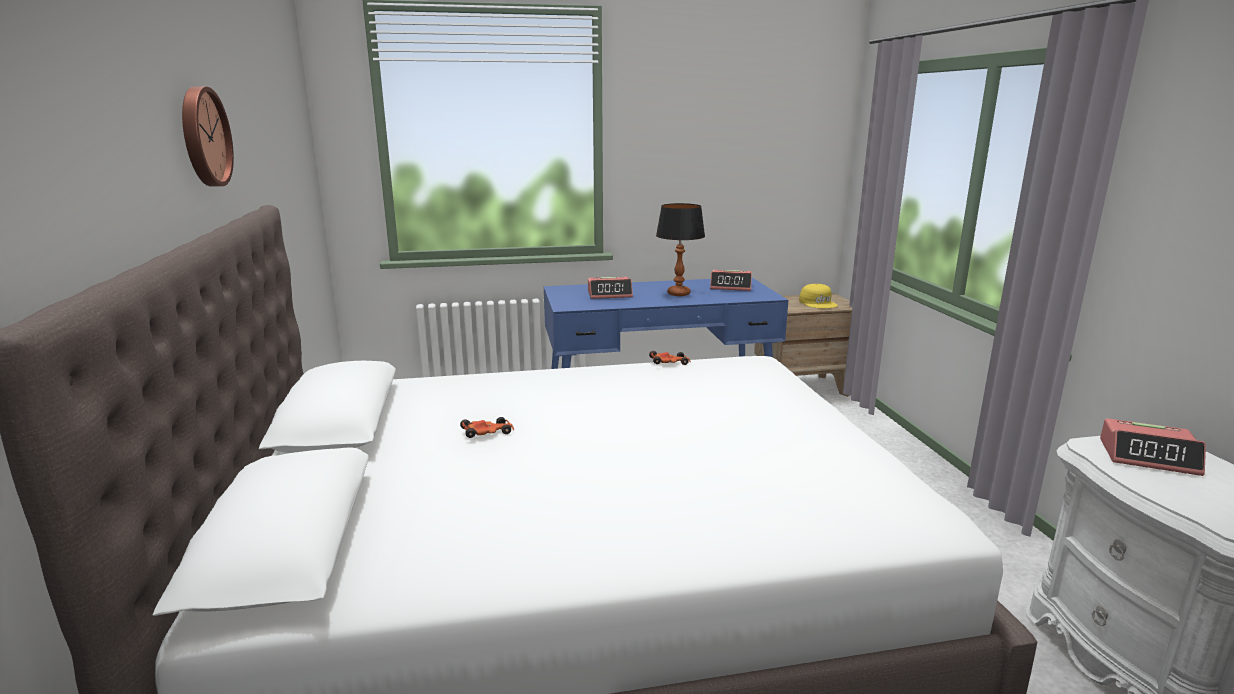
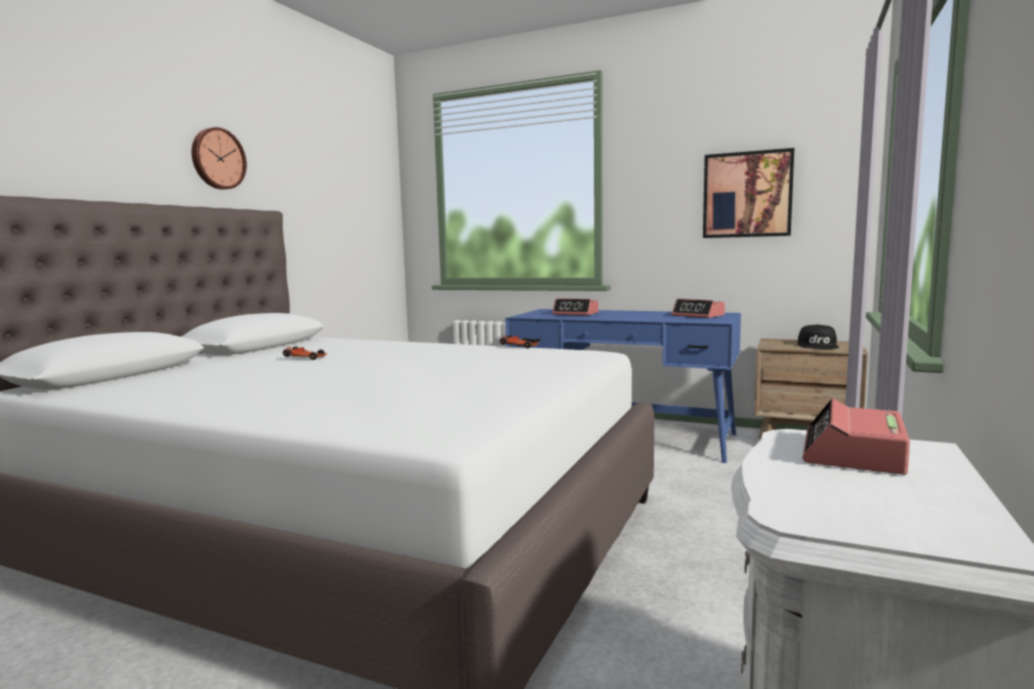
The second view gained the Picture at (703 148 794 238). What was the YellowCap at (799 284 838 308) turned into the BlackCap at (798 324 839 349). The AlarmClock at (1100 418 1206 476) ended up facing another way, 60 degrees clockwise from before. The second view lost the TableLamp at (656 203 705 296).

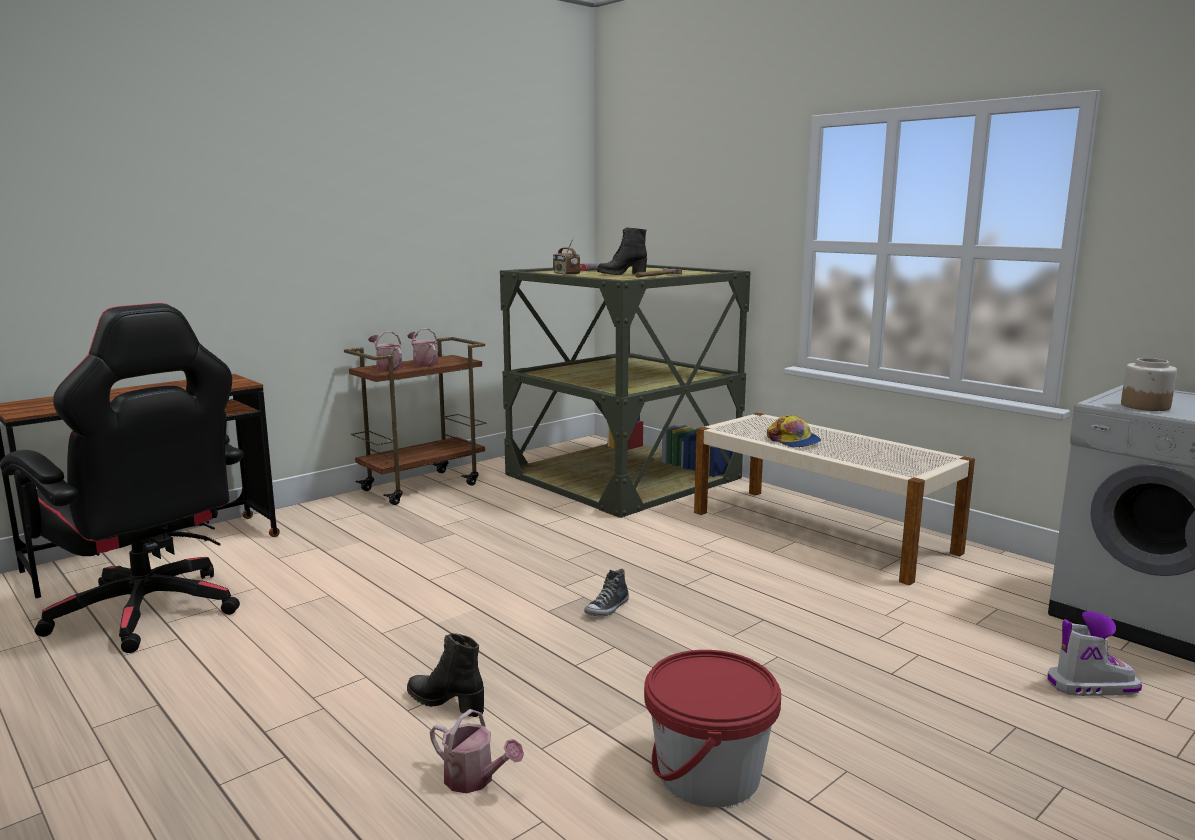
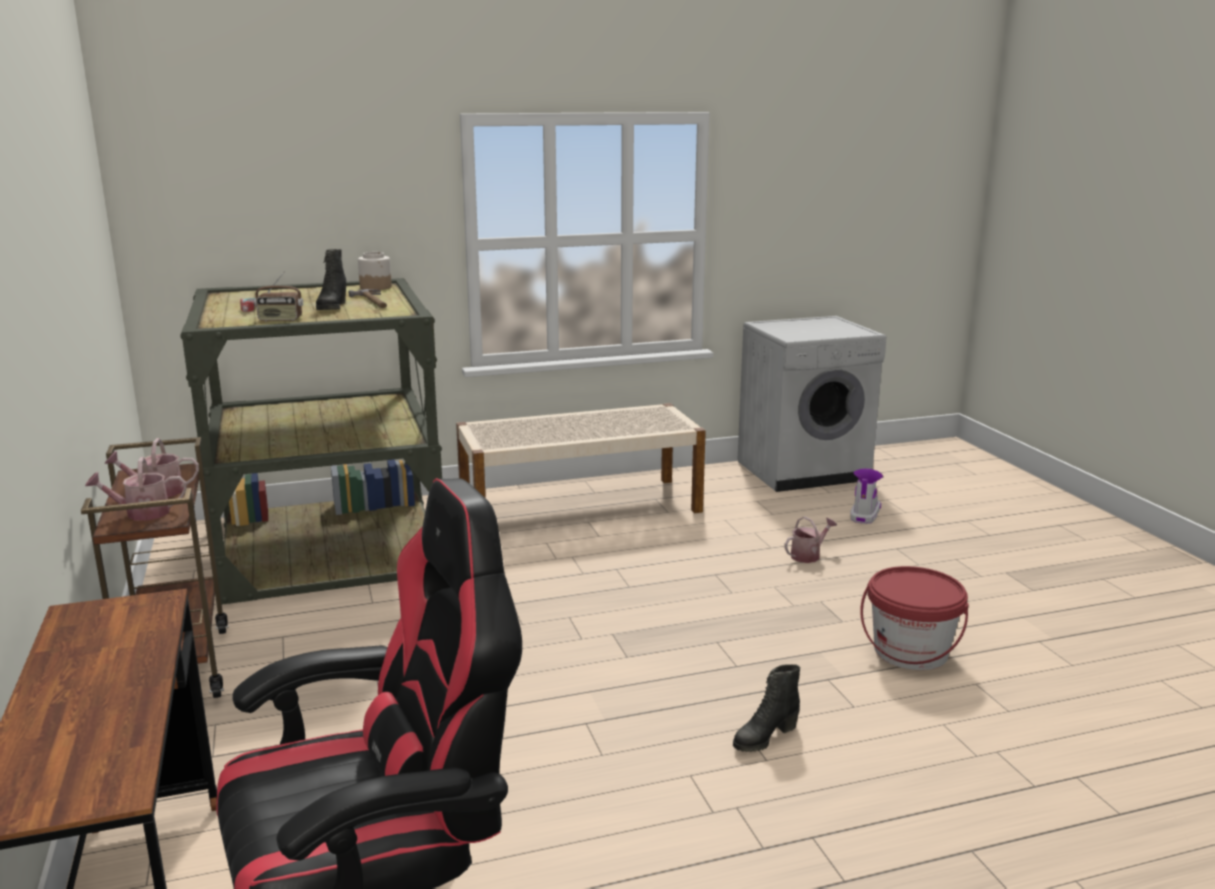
The Jar ended up elsewhere, having gone from (1121 358 1177 411) to (358 252 392 290). The WateringCan ended up elsewhere, having gone from (430 709 524 793) to (785 516 837 563). The second view lost the Shoe at (584 569 629 616). The second view lost the Cap at (767 415 821 447).

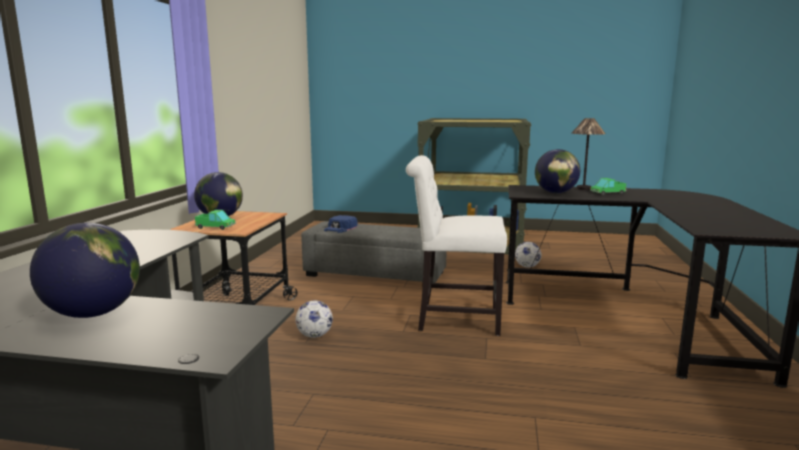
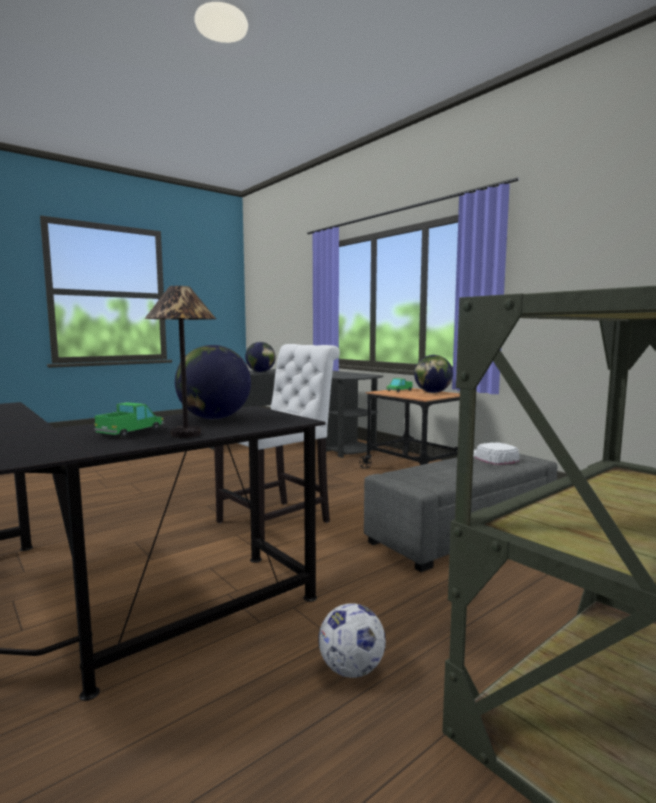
What was the BlueCap at (324 215 358 233) turned into the WhiteCap at (473 442 520 465). The second view lost the Football at (296 301 333 338).

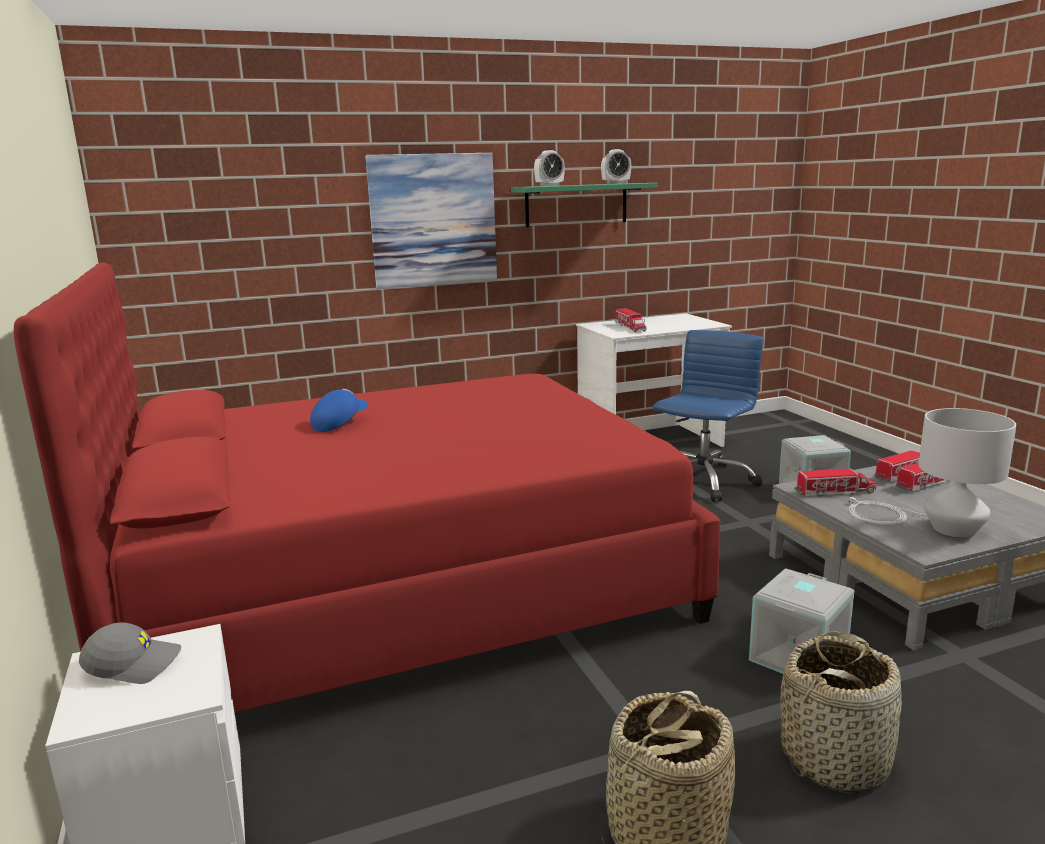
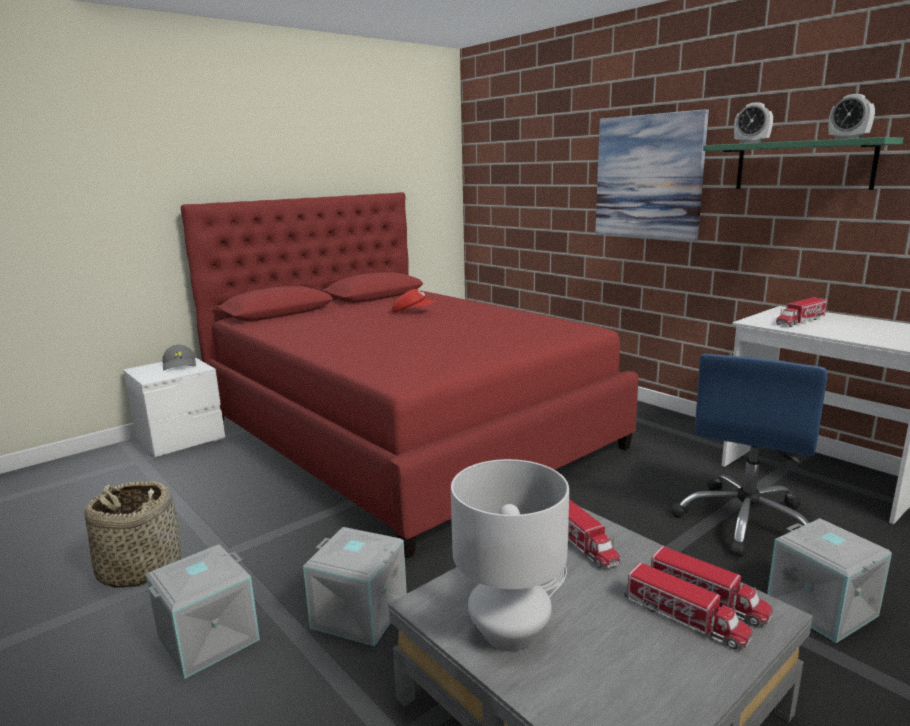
Where the Basket stood at (780 631 902 794), the GreyStorageBox came to stand at (146 544 260 679). What was the BlueCap at (310 389 368 432) turned into the RedCap at (392 289 434 313). The BlueOfficeChair at (653 330 764 501) ended up facing another way, 105 degrees clockwise from before.

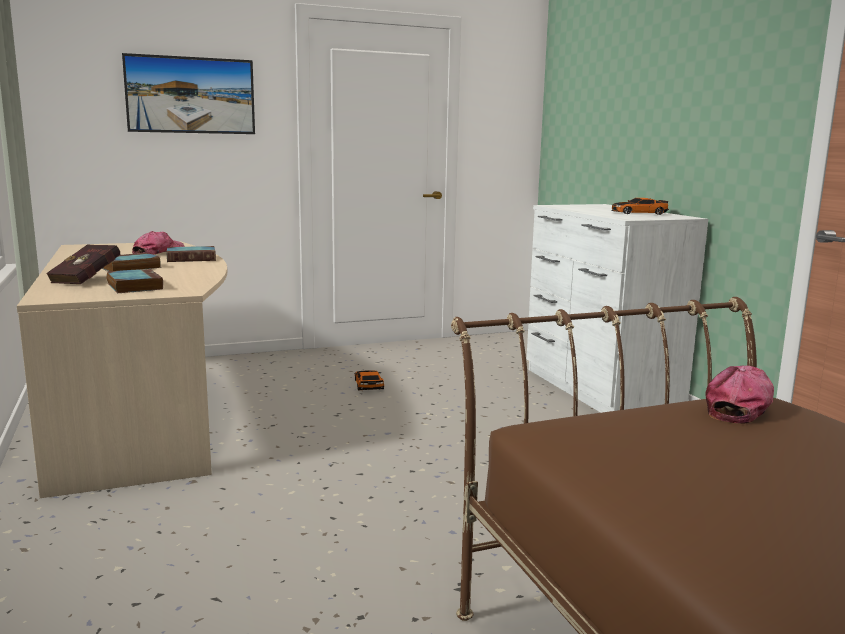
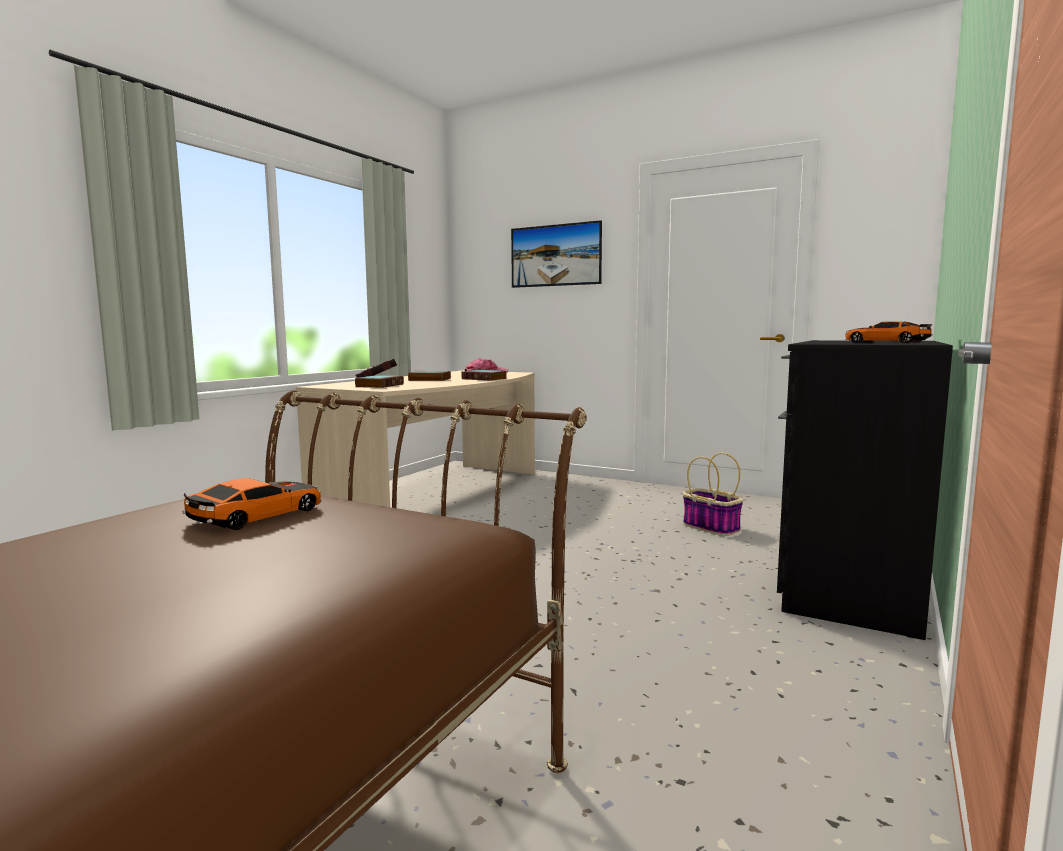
The ToyCar ended up elsewhere, having gone from (354 370 384 390) to (182 478 322 530). The second view gained the Basket at (683 453 743 536). What was the WhiteDresser at (527 204 708 413) turned into the BlackDresser at (777 340 953 640). The second view lost the Cap at (705 365 774 424).

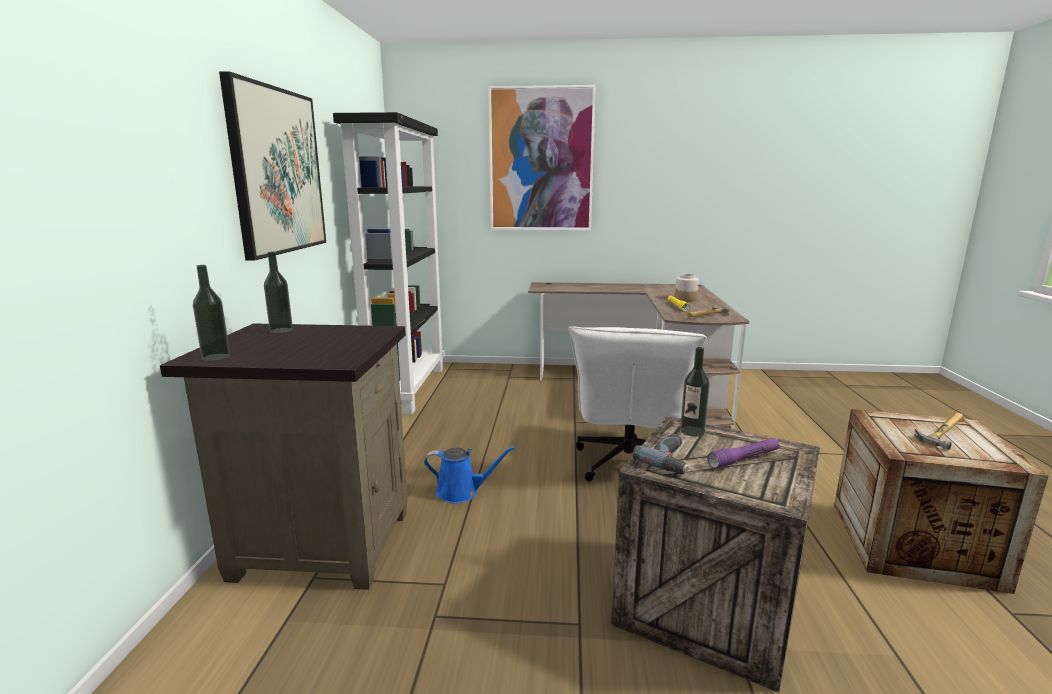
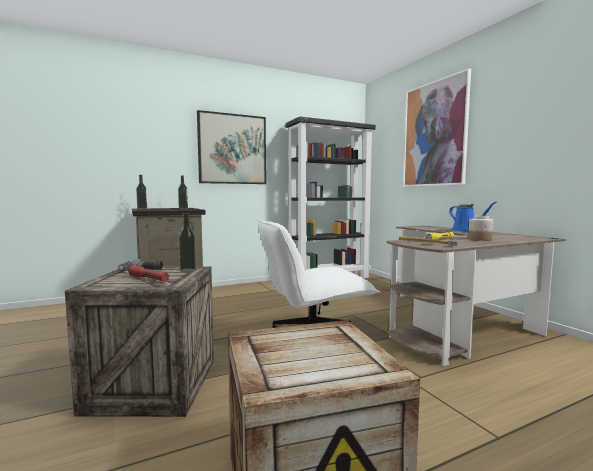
What was the PurpleFlashlight at (707 438 780 469) turned into the RedFlashlight at (128 265 169 281). The BlueWateringCan ended up elsewhere, having gone from (424 447 515 503) to (449 202 497 232). The second view lost the Hammer at (914 412 964 450).

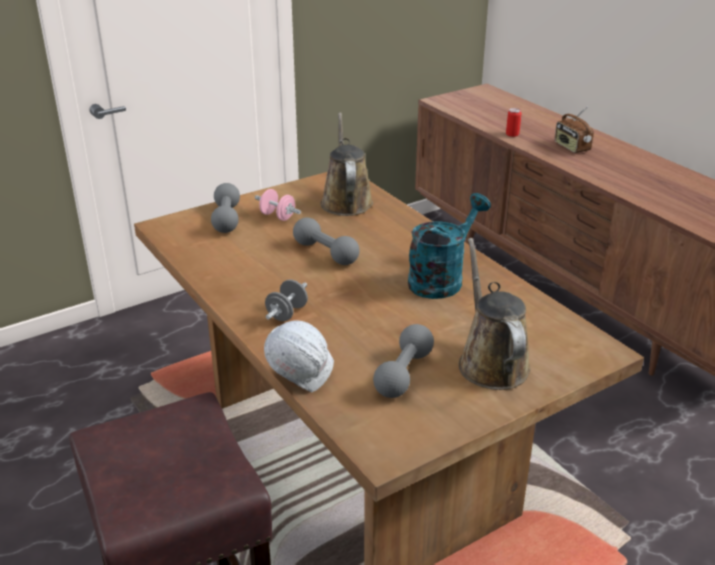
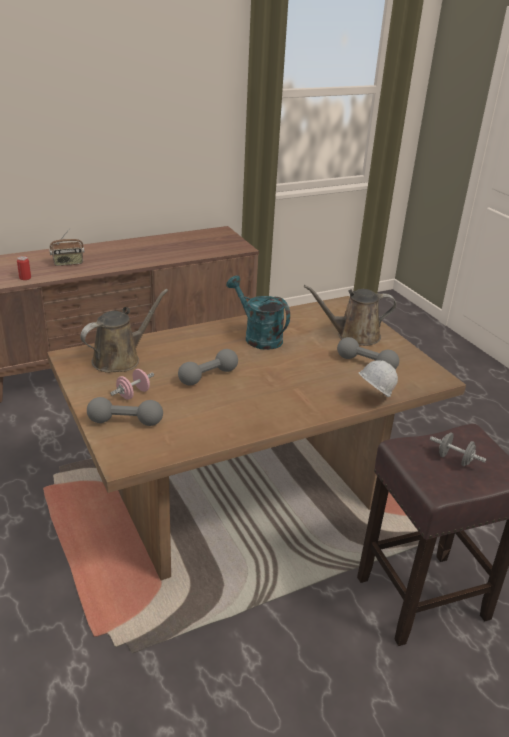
The BrownWateringCan at (320 112 373 216) ended up facing another way, 135 degrees clockwise from before. The GreyDumbbell ended up elsewhere, having gone from (265 280 308 321) to (430 433 486 467).

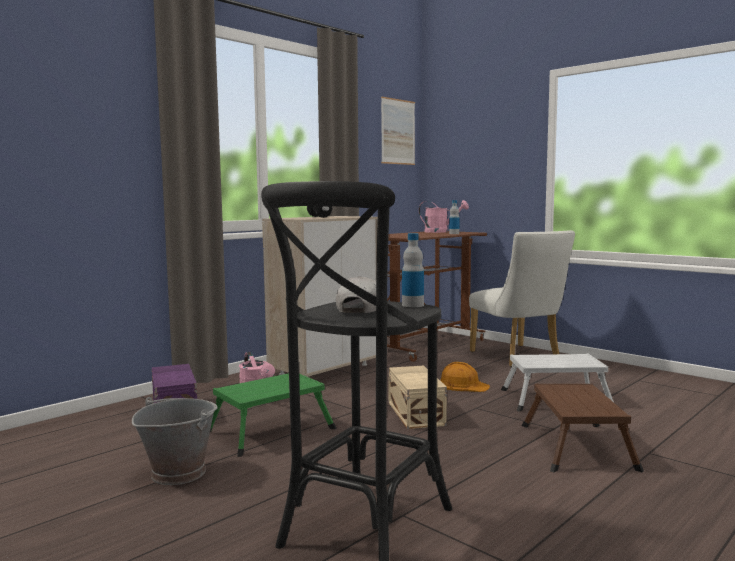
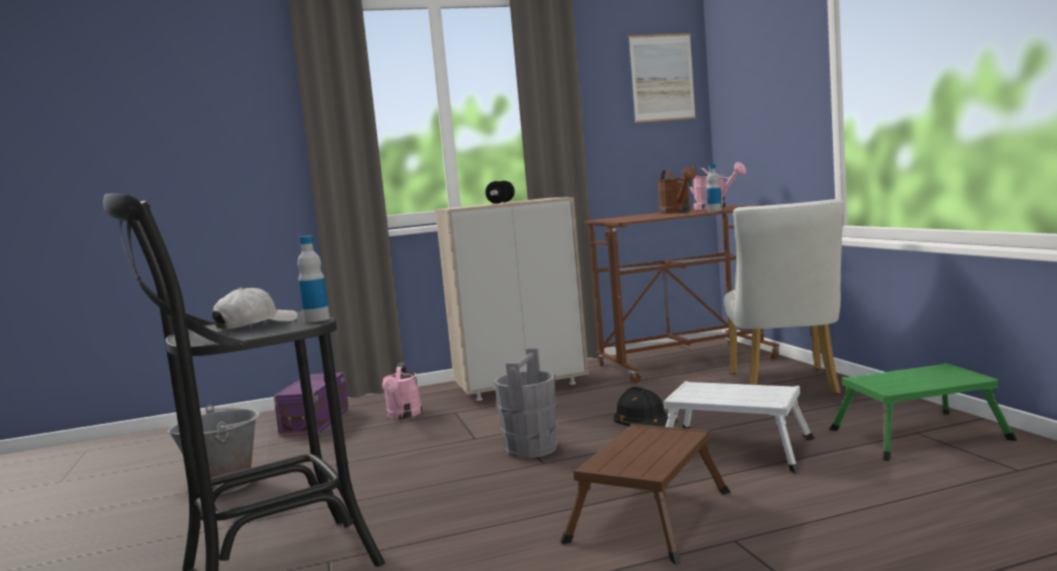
Where the BeigeStorageBox stood at (389 366 447 429), the GreyBucket came to stand at (494 348 557 459). What was the OrangeHardHat at (440 362 490 392) turned into the BlackHardHat at (614 387 678 427). The second view gained the BrownWateringCan at (657 167 696 214). The GreenStepLadder ended up elsewhere, having gone from (210 373 337 457) to (829 363 1017 461).

